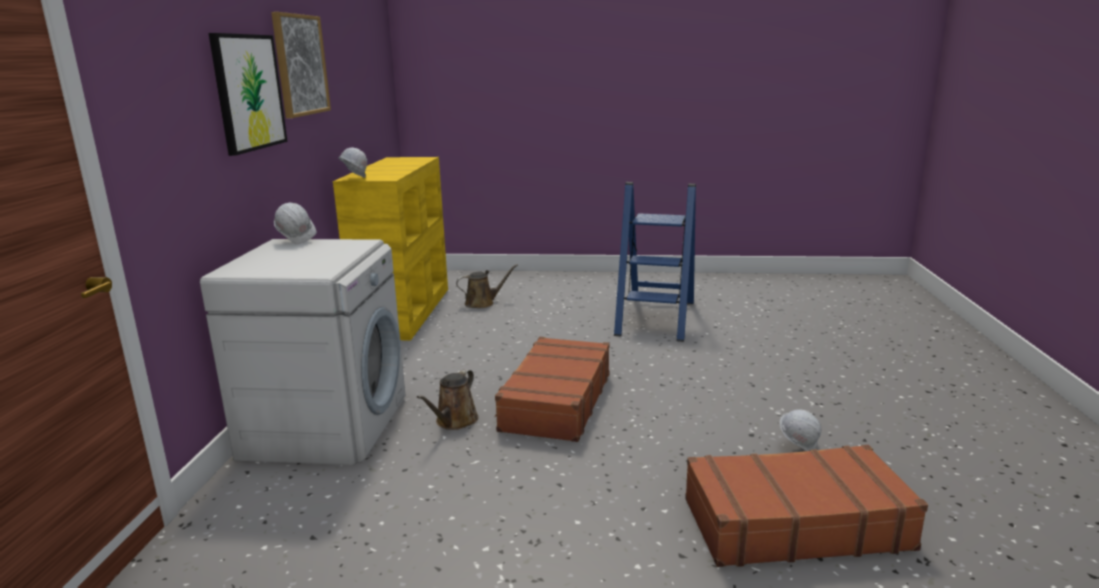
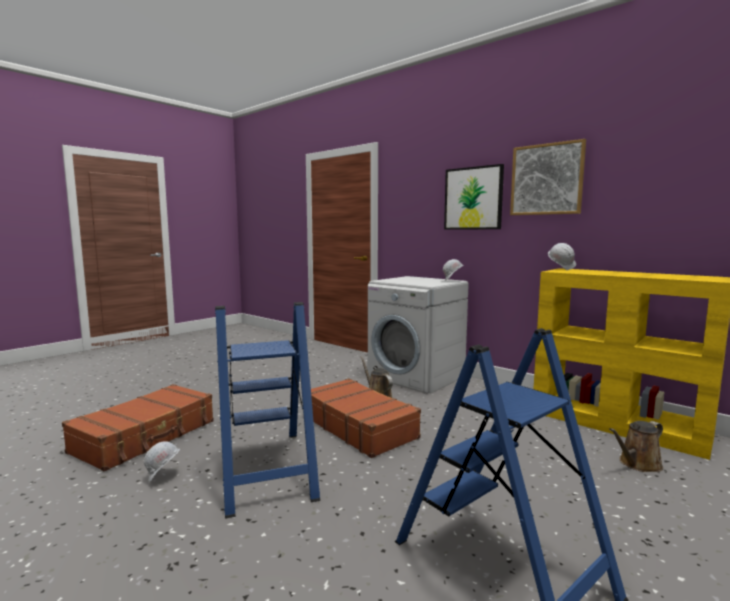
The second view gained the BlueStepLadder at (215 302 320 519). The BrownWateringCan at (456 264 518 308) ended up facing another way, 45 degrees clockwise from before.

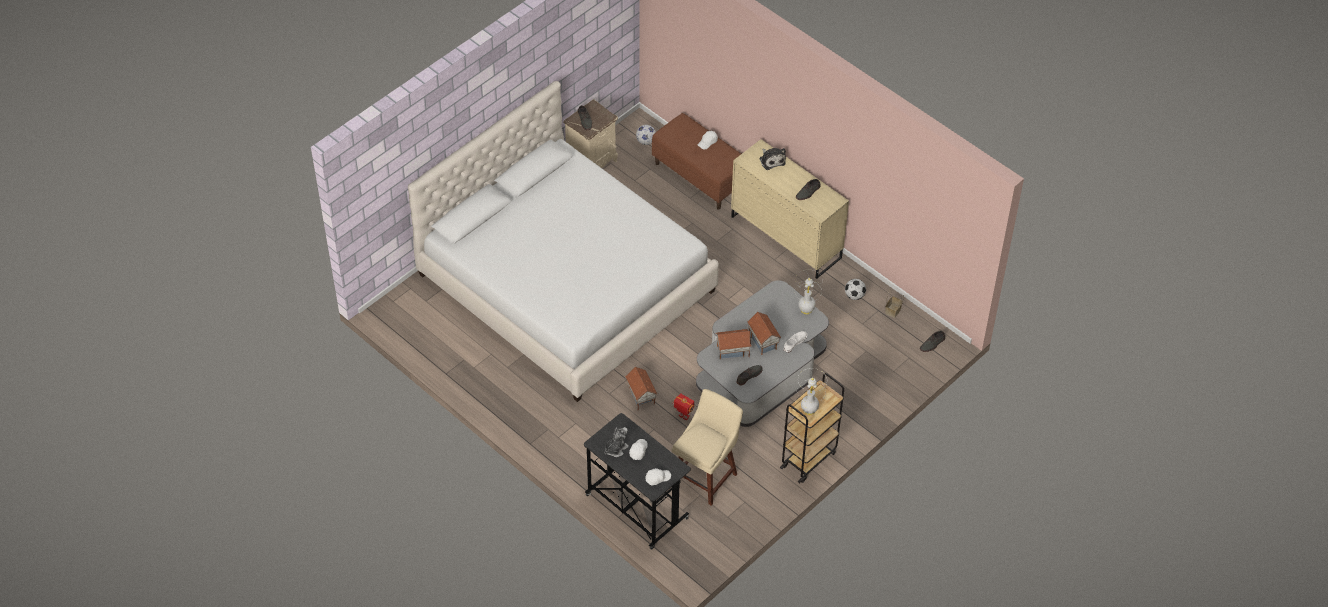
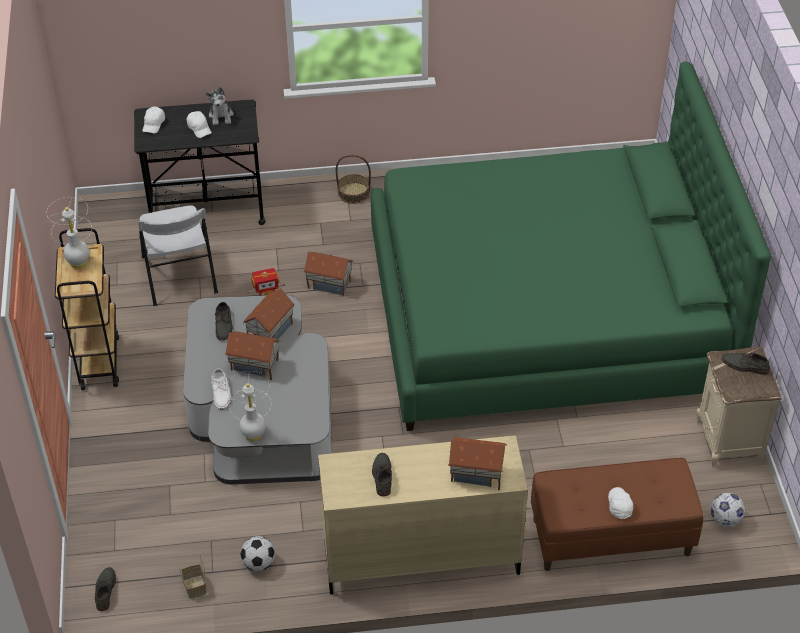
Where the BeigeStool stood at (672 389 743 506), the WhiteChair came to stand at (138 205 218 306). The second view gained the Basket at (336 155 371 204). What was the WhiteBed at (408 81 719 402) turned into the GreenBed at (371 61 771 431). Where the PlushToy stood at (759 148 786 170), the ToyHouse came to stand at (448 437 507 490).

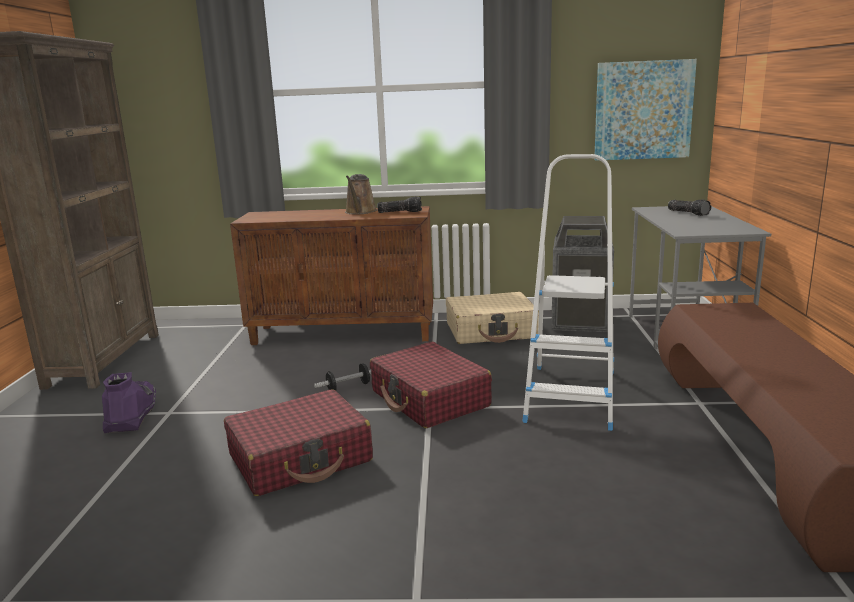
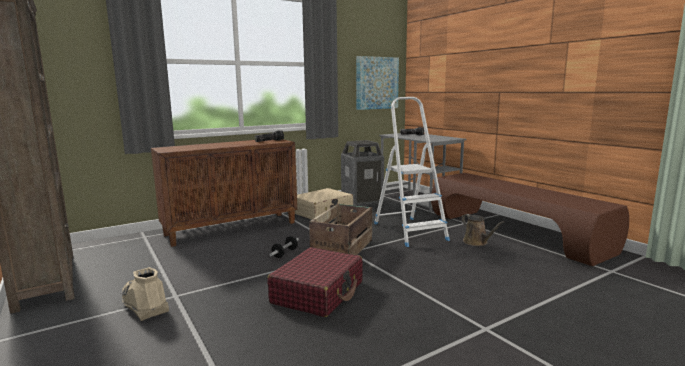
What was the PurpleBoot at (102 372 156 433) turned into the BeigeBoot at (122 267 169 321). Where the RedSuitcase stood at (370 342 492 428), the Crate came to stand at (309 204 372 255). The BrownWateringCan ended up elsewhere, having gone from (345 174 377 214) to (462 214 504 246).

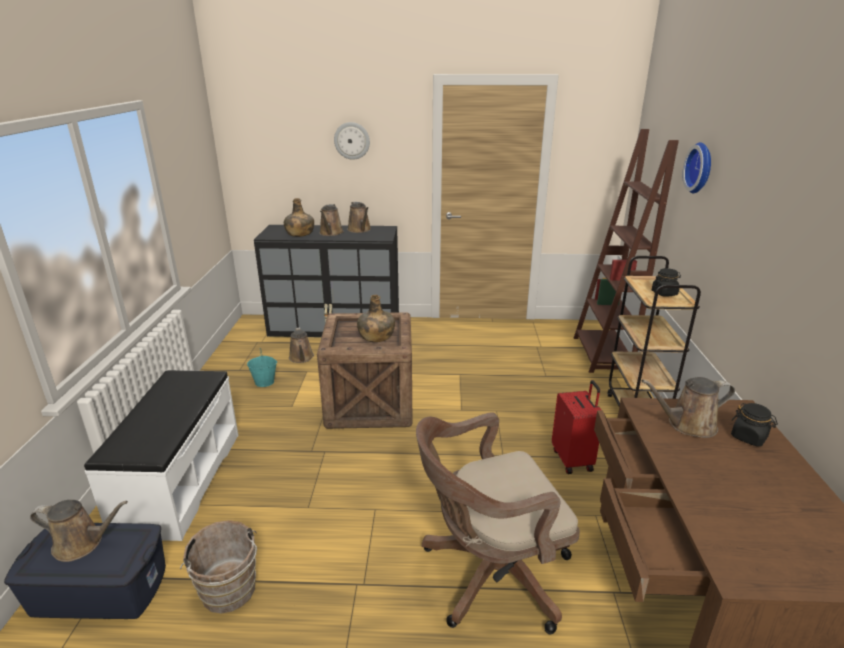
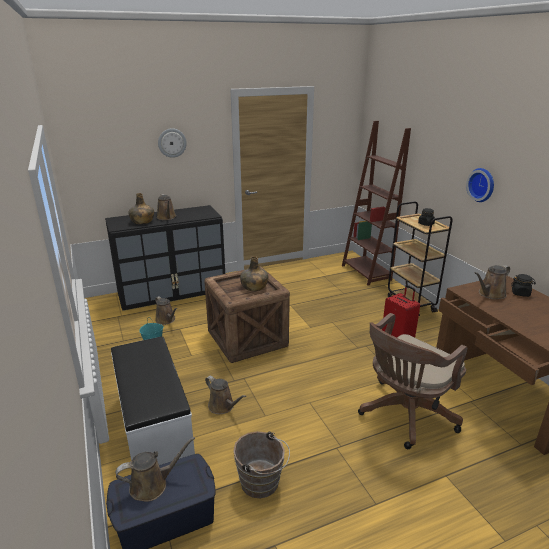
The BrownWateringCan ended up elsewhere, having gone from (347 201 371 233) to (205 376 246 414). The WallClock ended up elsewhere, having gone from (683 142 711 193) to (466 168 494 202).

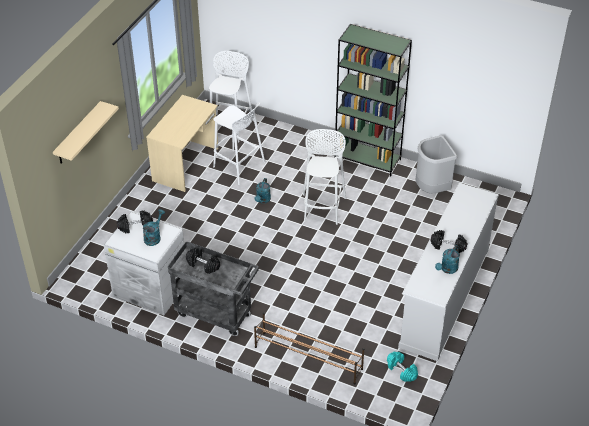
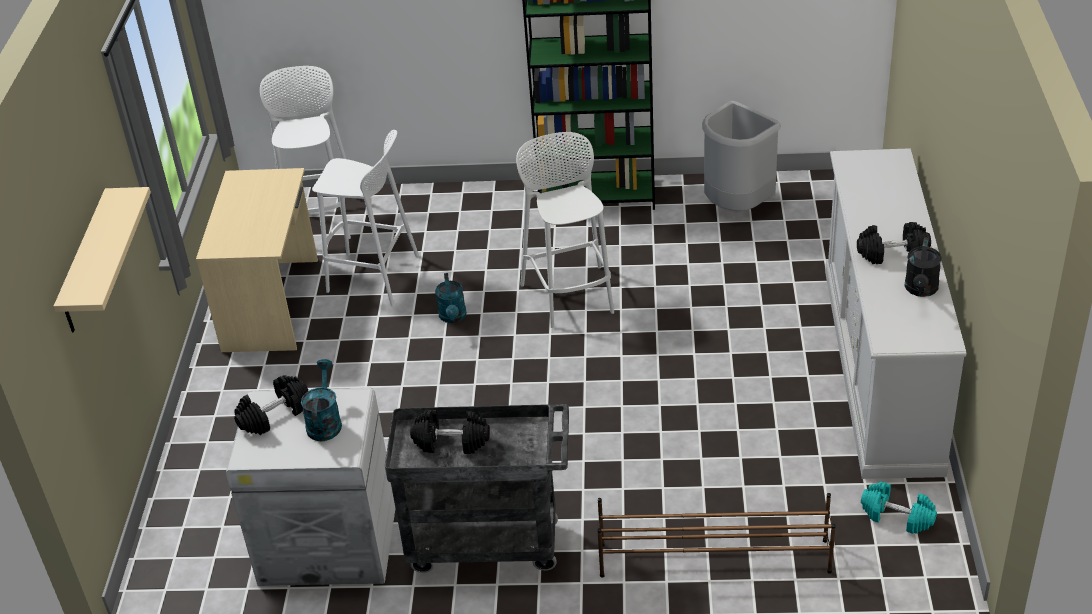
What was the TurquoiseWateringCan at (435 245 460 274) turned into the BlackWateringCan at (904 237 942 297).

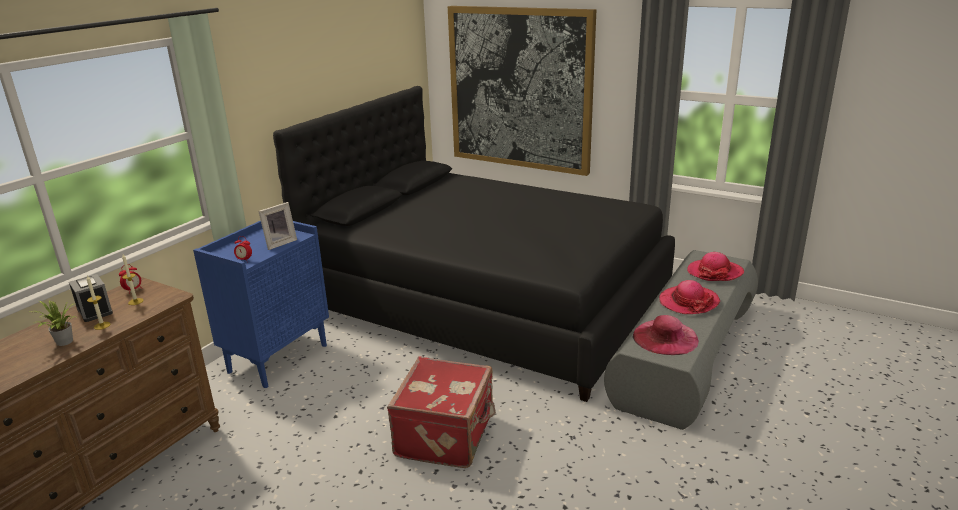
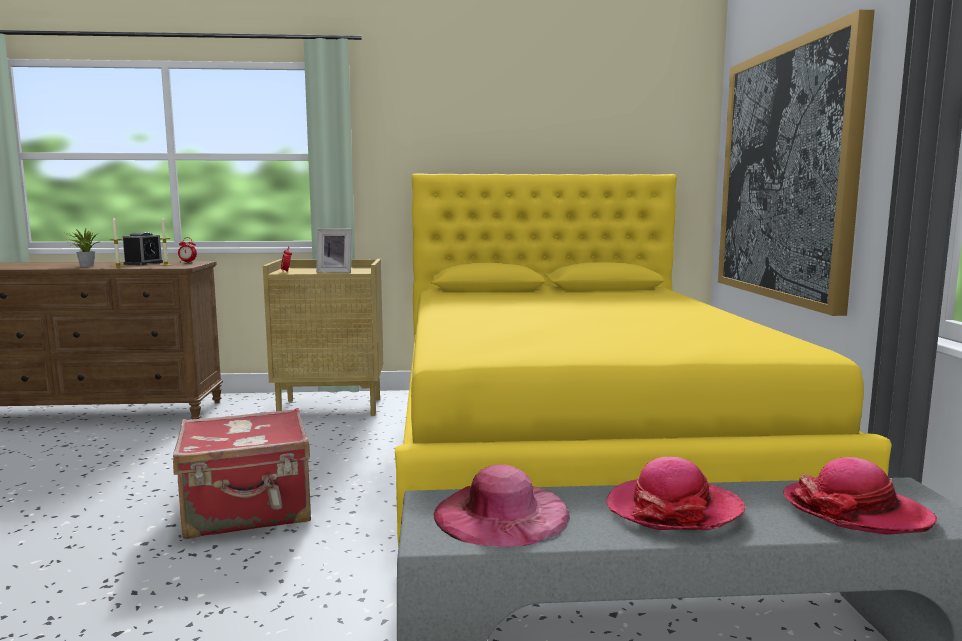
What was the BlueCabinet at (193 221 329 388) turned into the BeigeCabinet at (263 259 383 416). What was the BlackBed at (273 86 675 402) turned into the YellowBed at (395 173 892 548).

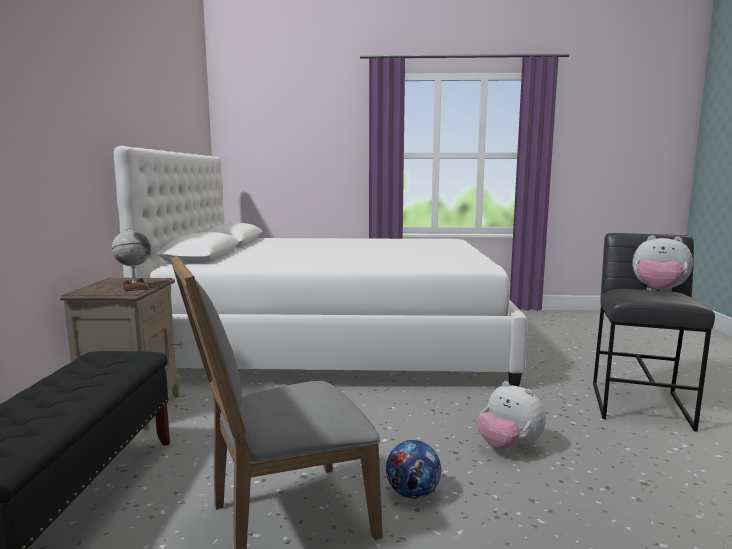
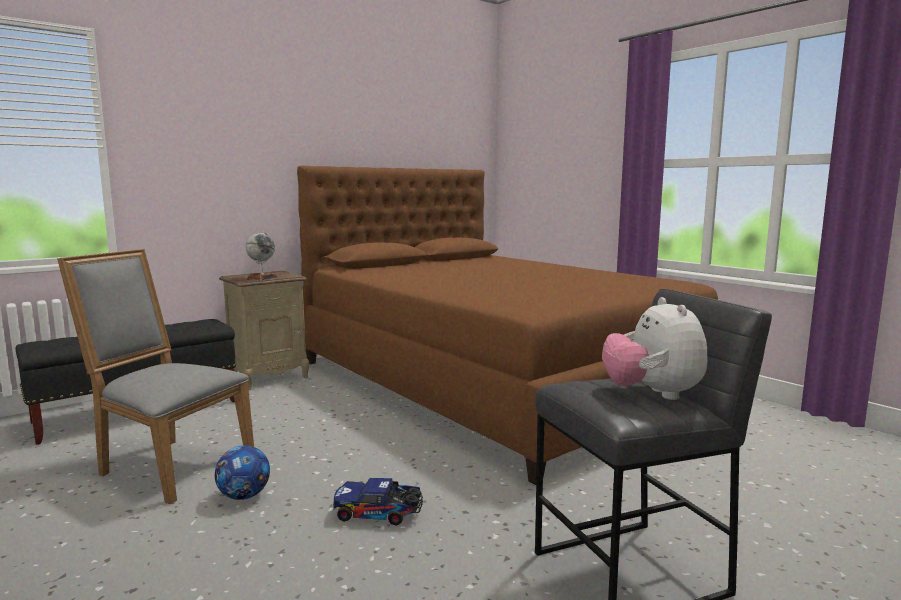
What was the WhiteBed at (114 146 528 387) turned into the BrownBed at (297 166 718 485). Where the PlushToy stood at (478 381 545 450), the ToyTruck came to stand at (333 478 423 526).

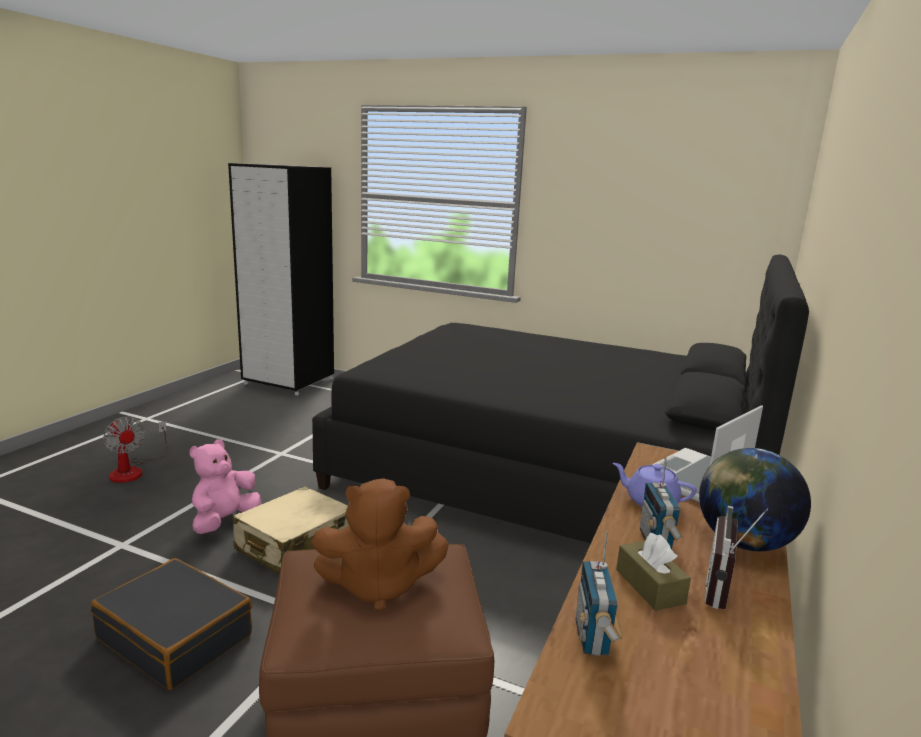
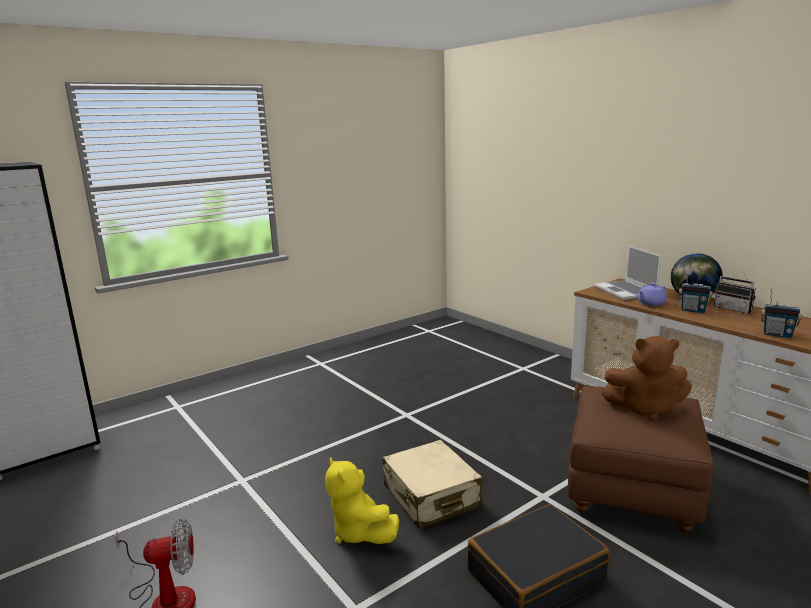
What was the PinkPlushToy at (190 439 261 534) turned into the YellowPlushToy at (325 457 399 544). The BrownPlushToy at (312 478 449 611) ended up facing another way, 75 degrees clockwise from before. The second view lost the BlackBed at (312 254 809 543). The second view lost the BrownTissueBox at (616 533 691 611).

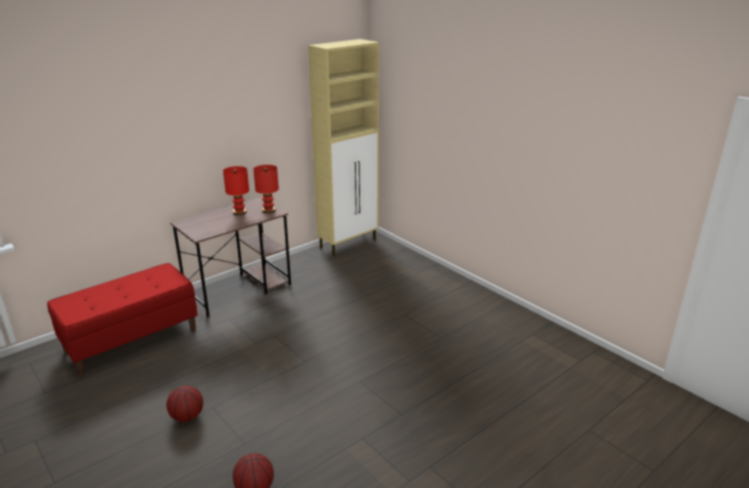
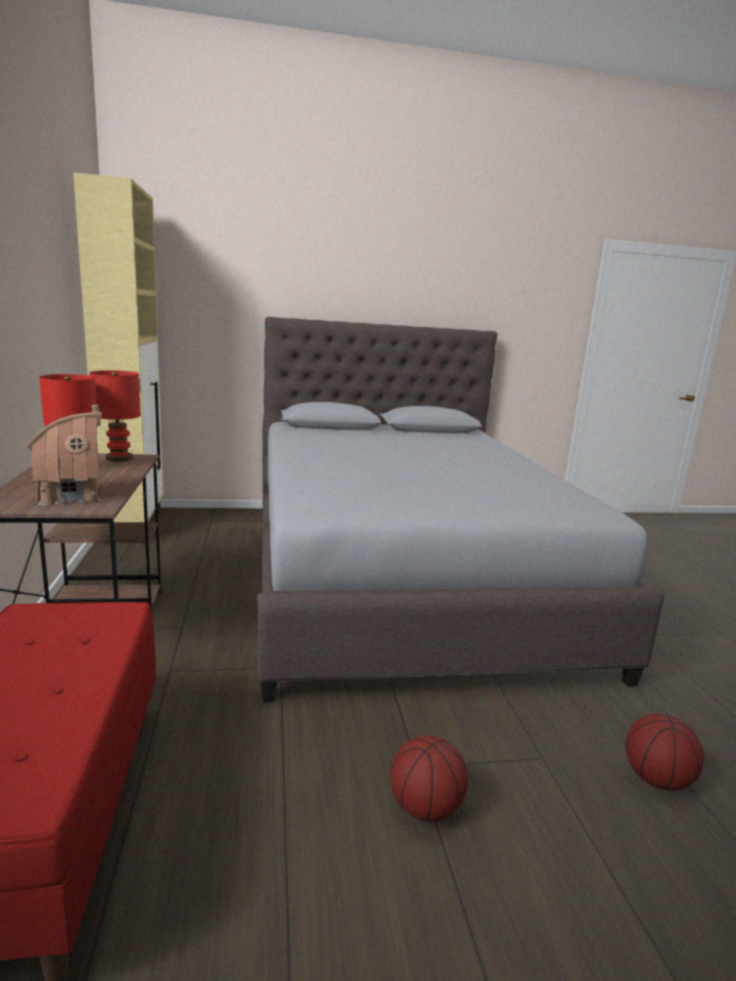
The second view gained the ToyHouse at (27 405 102 506). The second view gained the GreyBed at (257 317 665 703).

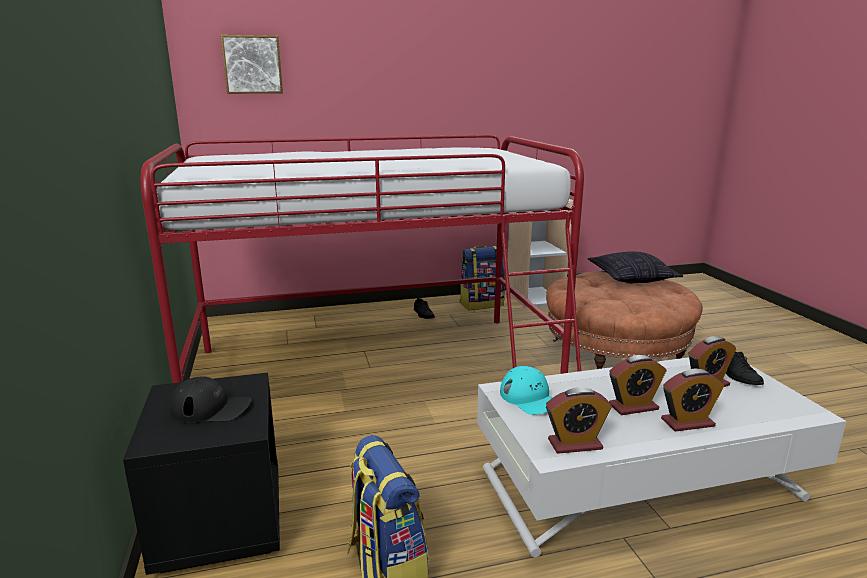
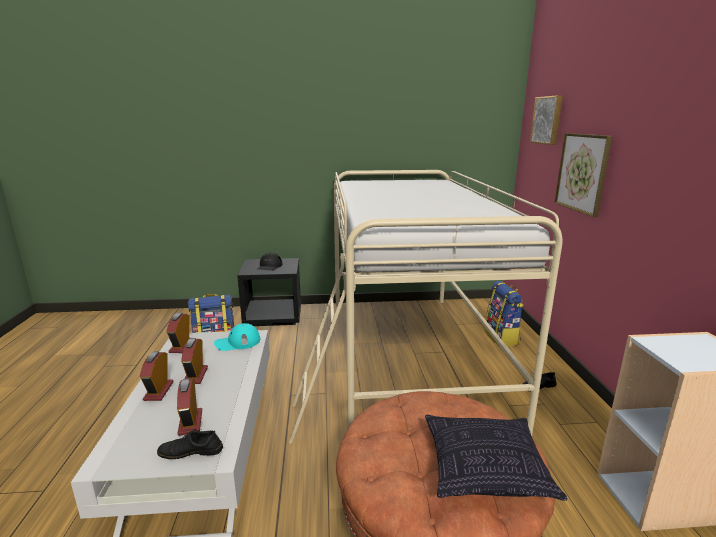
What was the RedBed at (141 135 584 383) turned into the BeigeBed at (289 170 563 444). The Backpack ended up elsewhere, having gone from (460 245 505 310) to (484 281 523 346). The second view gained the Picture at (555 133 612 217).

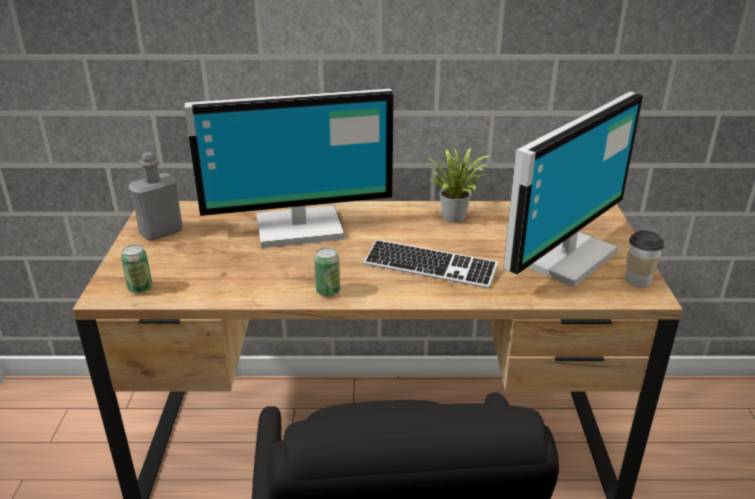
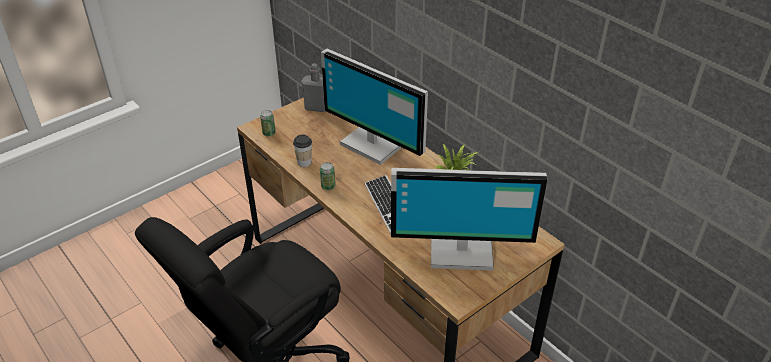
The Cup ended up elsewhere, having gone from (625 230 664 288) to (293 135 312 167).

